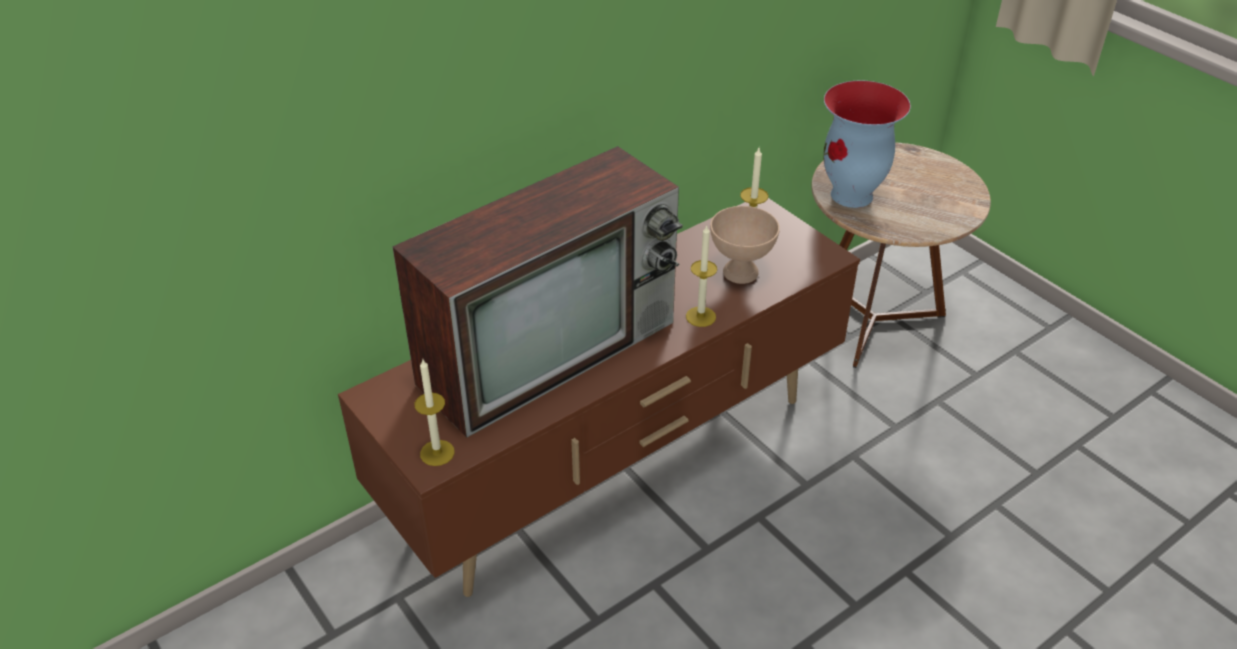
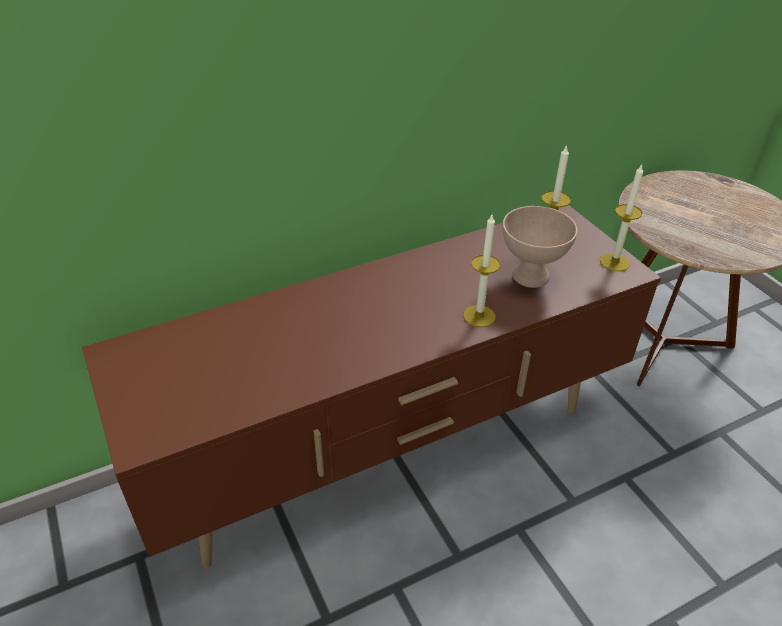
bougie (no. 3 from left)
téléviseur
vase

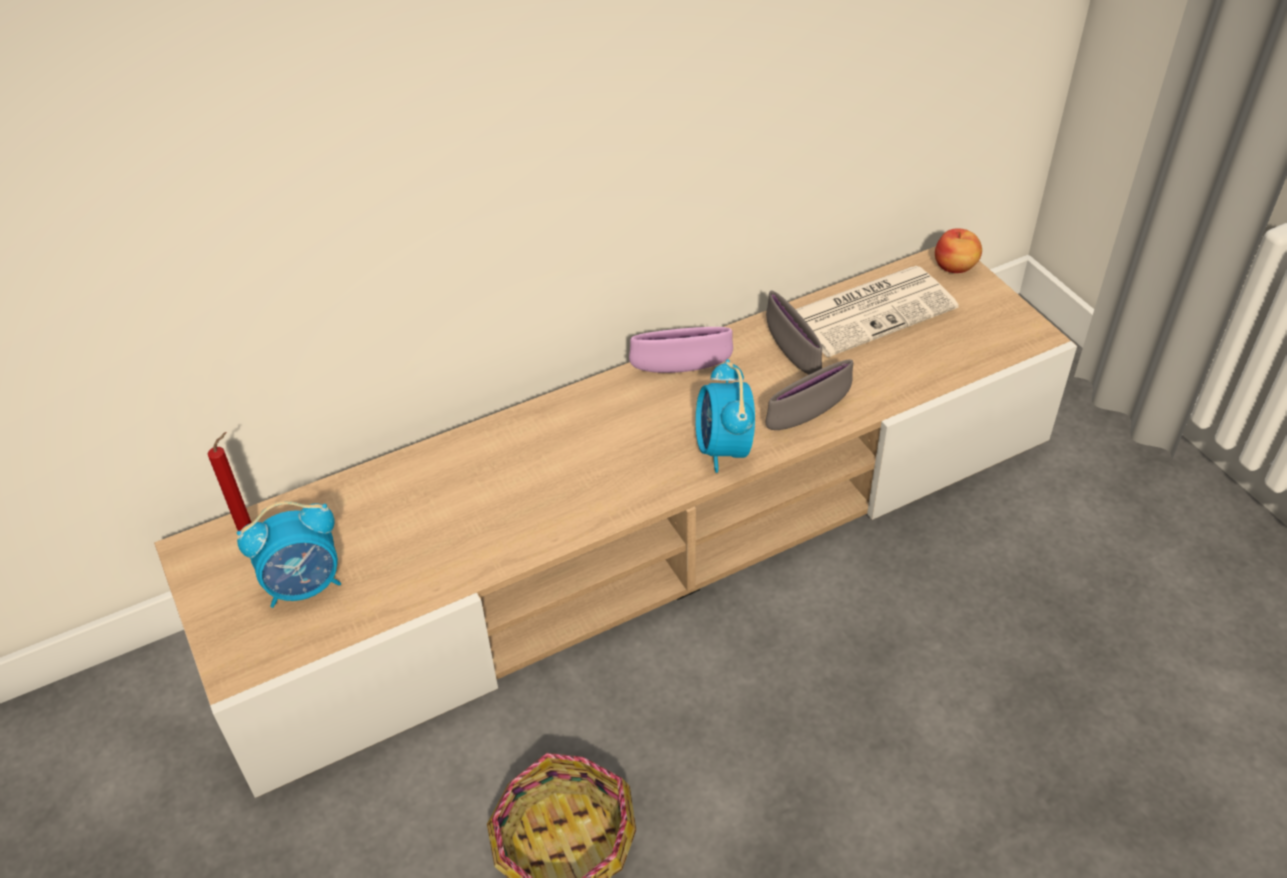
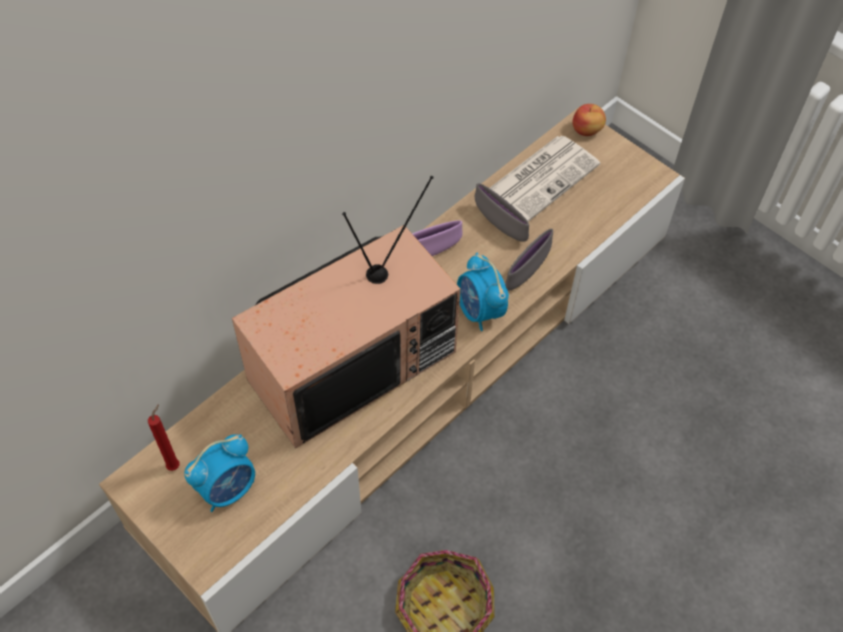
téléviseur

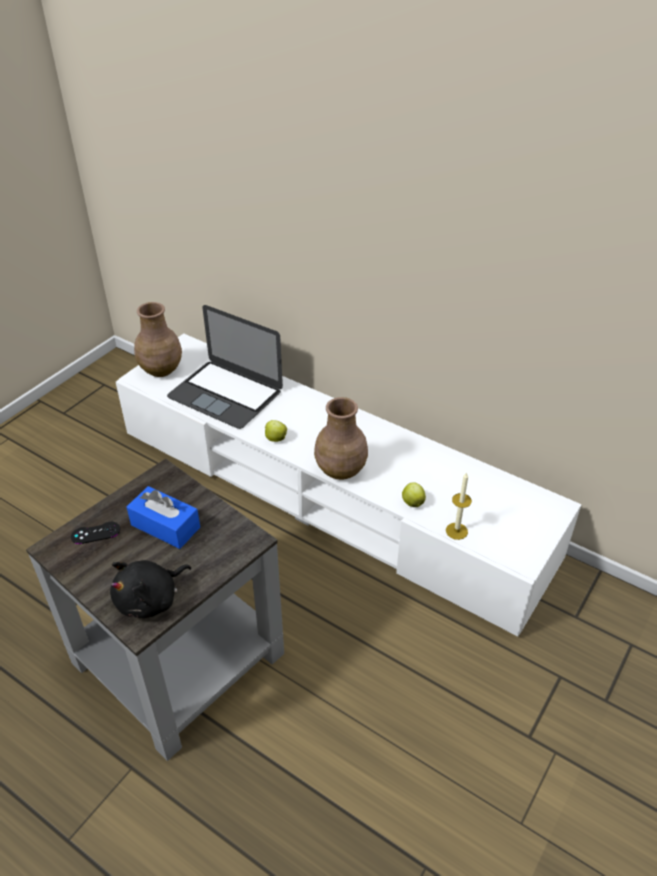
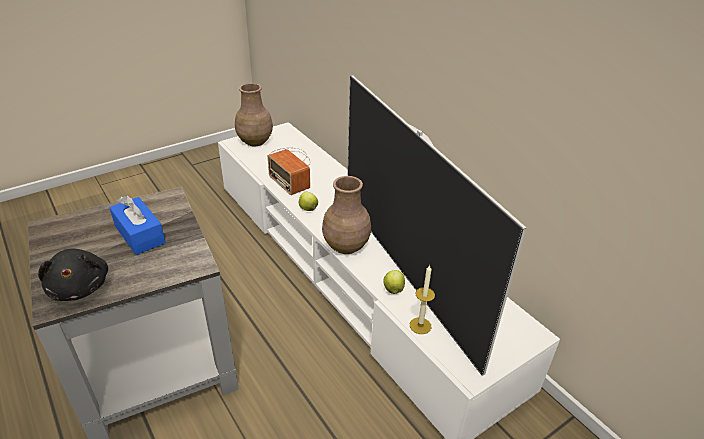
peluche (noir)
radio
téléviseur
manette (noir)

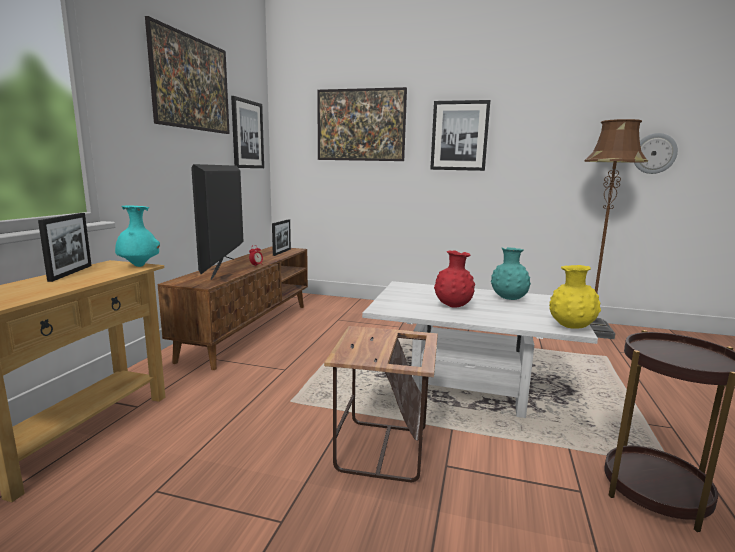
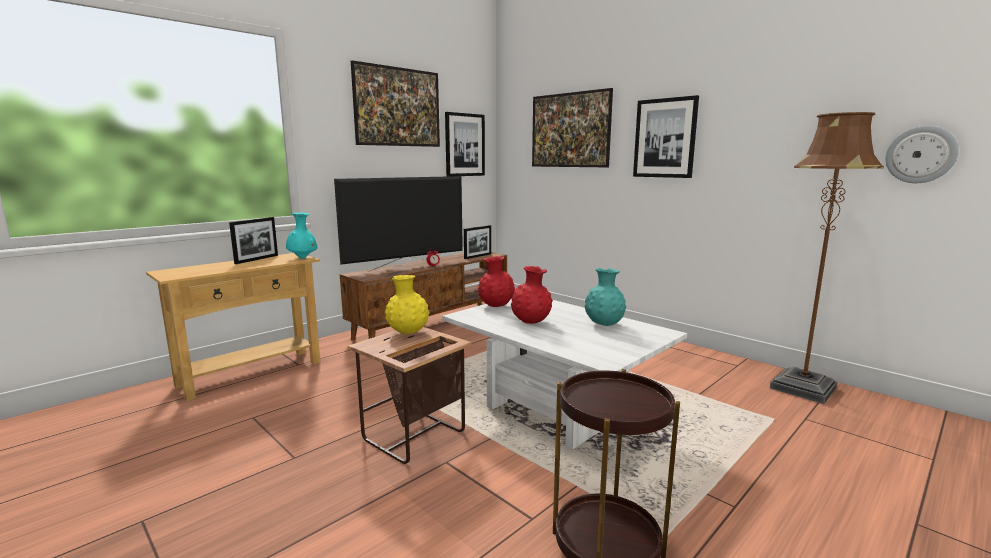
téléviseur
vase (jaune)
vase (rouge) (no. 1 from left)

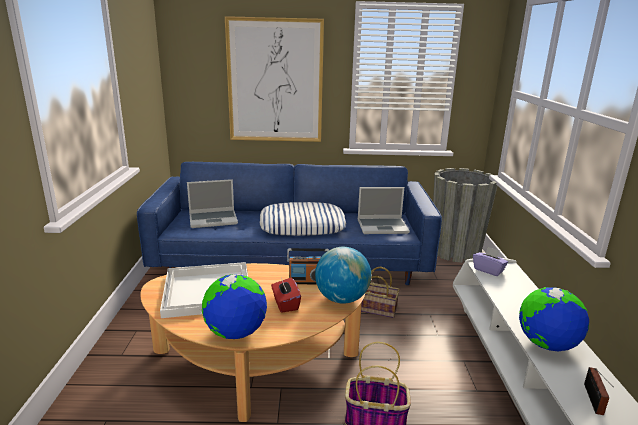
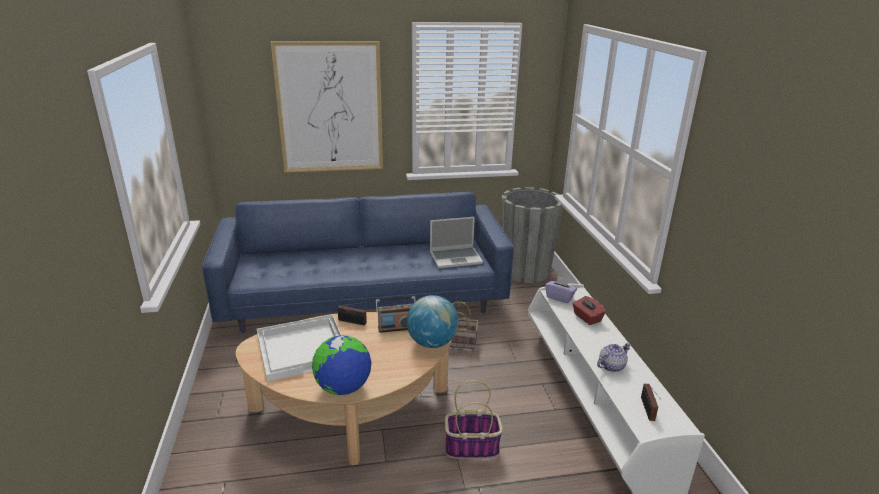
radio (no. 1 from left)
boîte à mouchoirs (rouge)
théière
ordinateur portable (no. 1 from left in the first image)
coussin

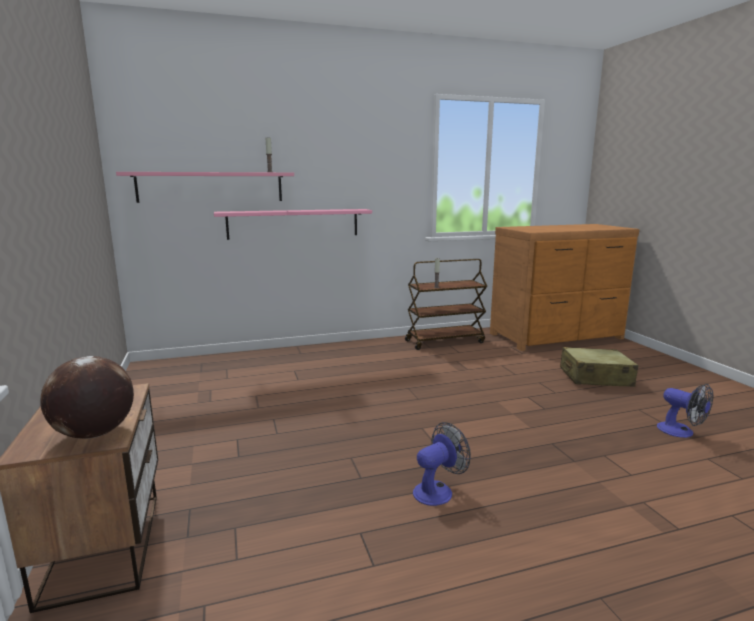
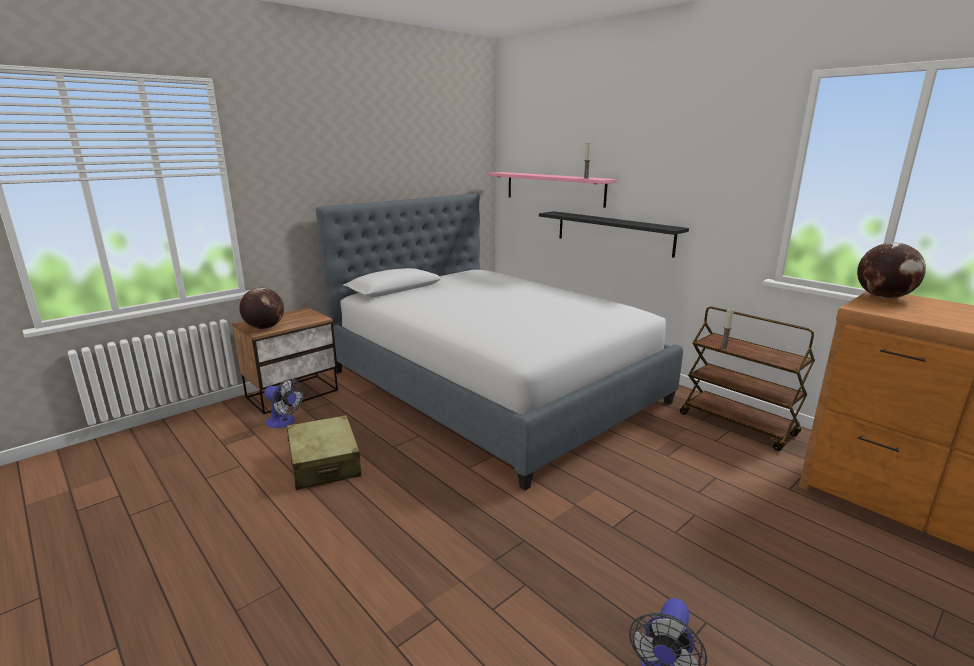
ventilateur (no. 1 from left)
valise (beige)
lit
étagère (noir)
globe (no. 2 from left)

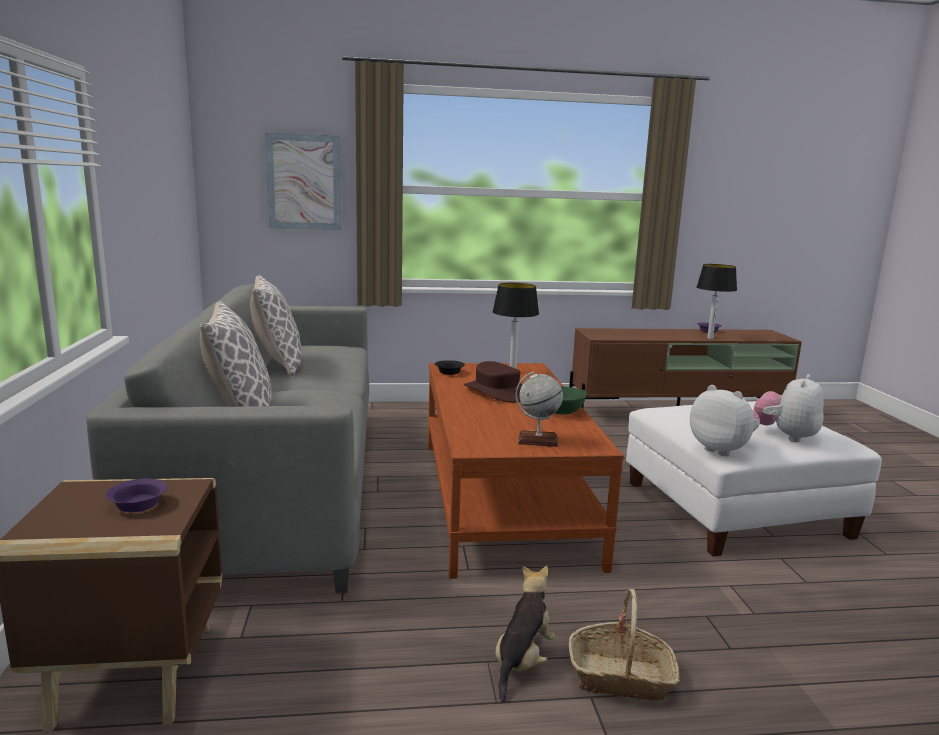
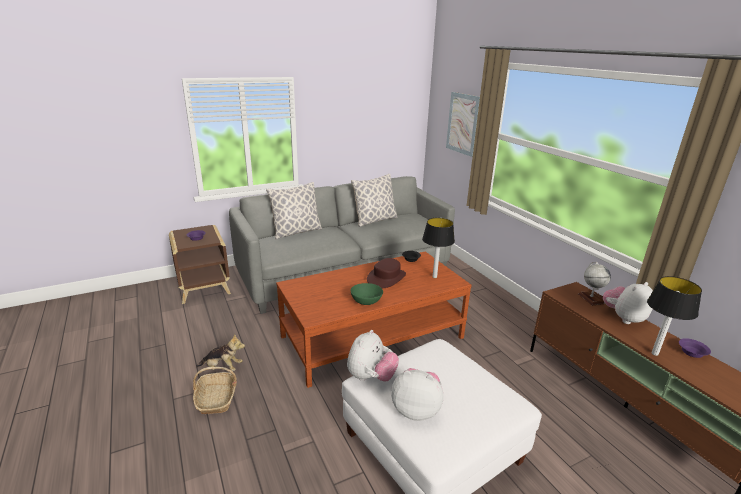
globe
peluche (no. 4 from left)

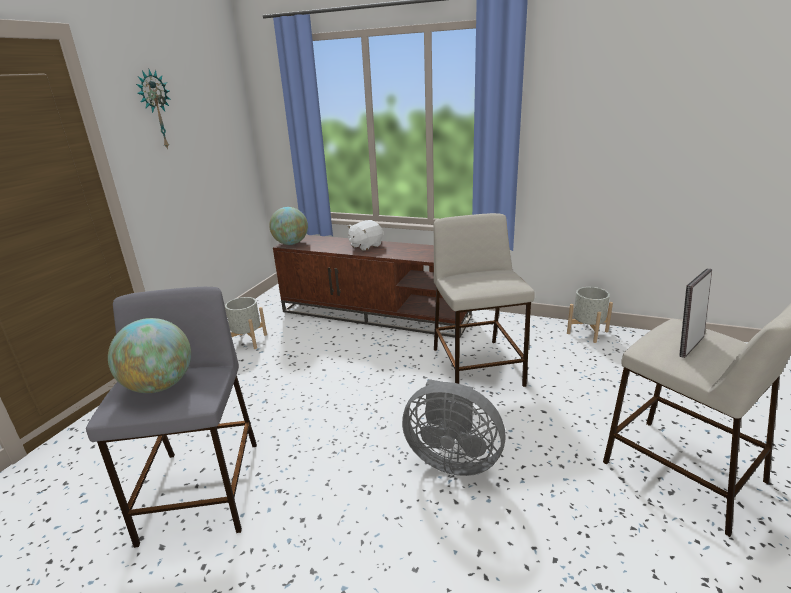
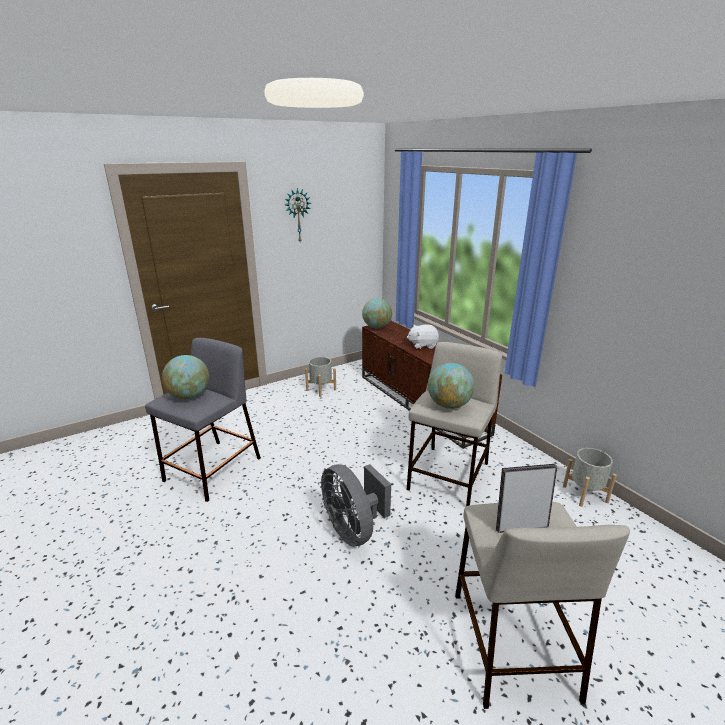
globe (no. 3 from left)

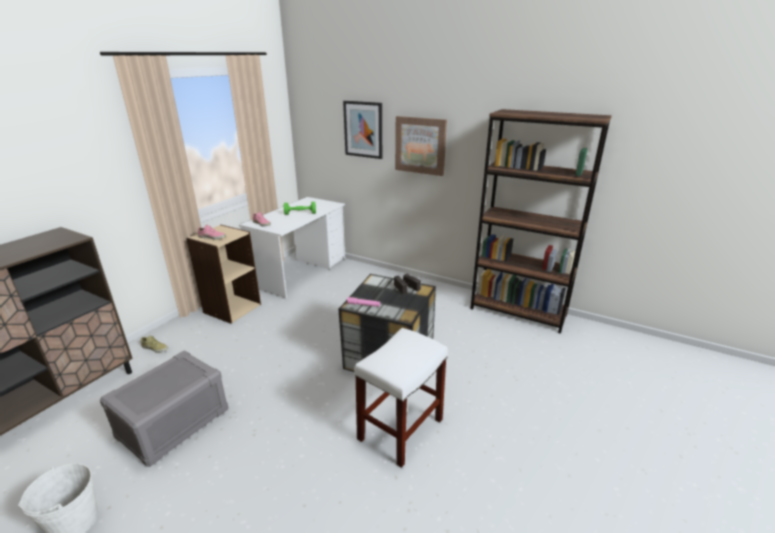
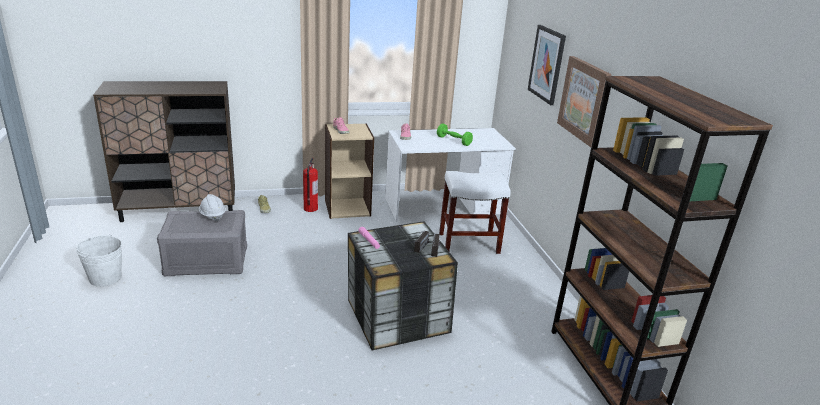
casque de chantier (blanc)
extincteur
tabouret (blanc)

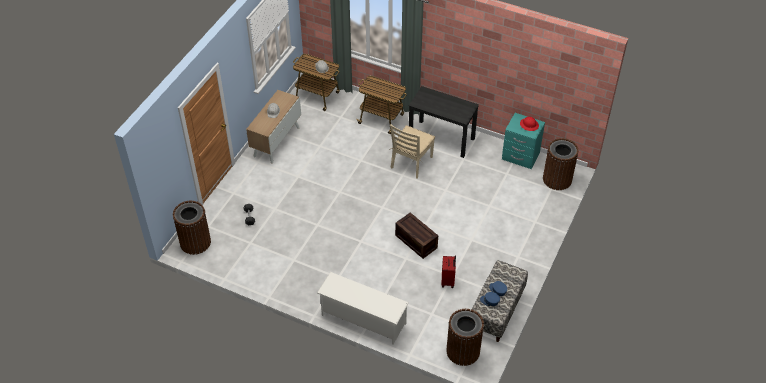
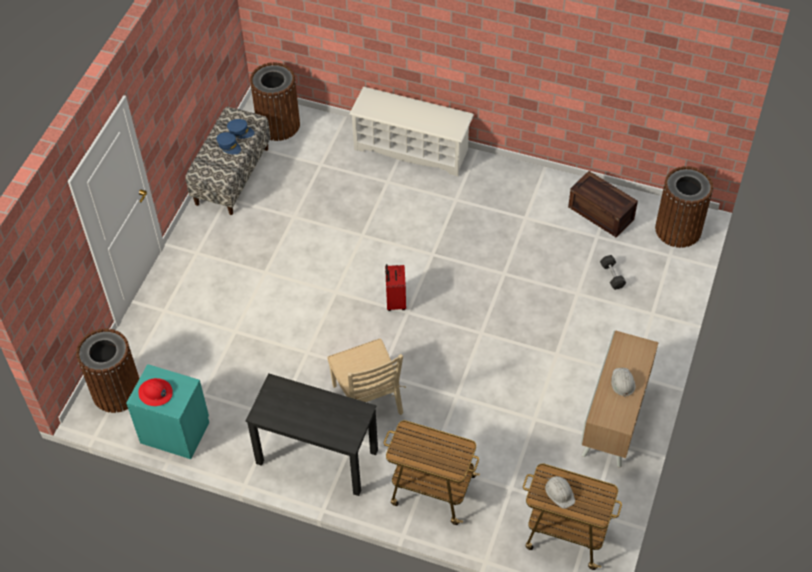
chaise (beige)
valise (rouge)
caisse

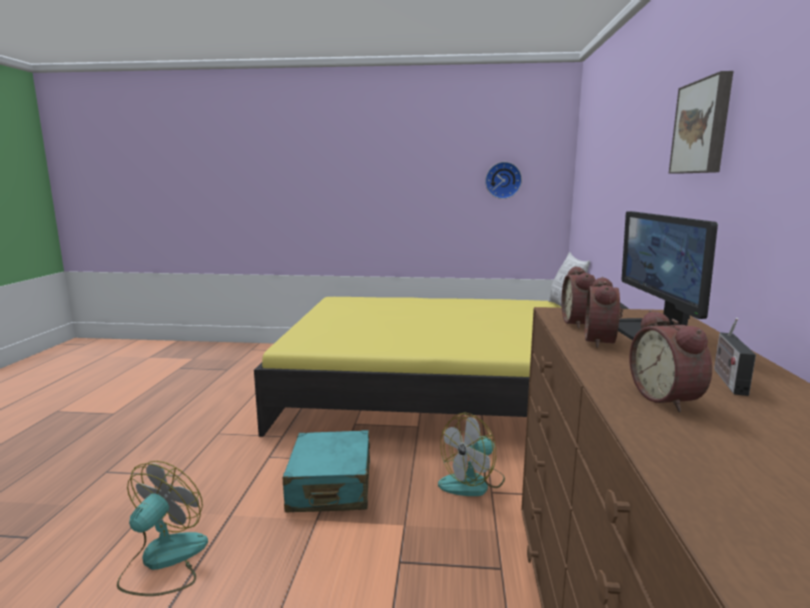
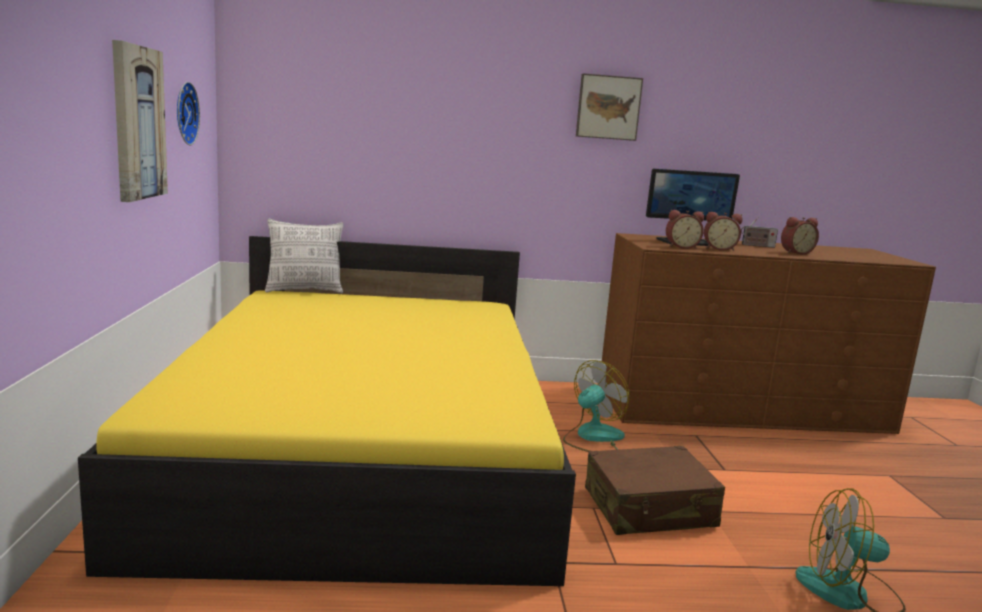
tableau (no. 1 from left)
ventilateur (no. 1 from left)
valise (marron)

